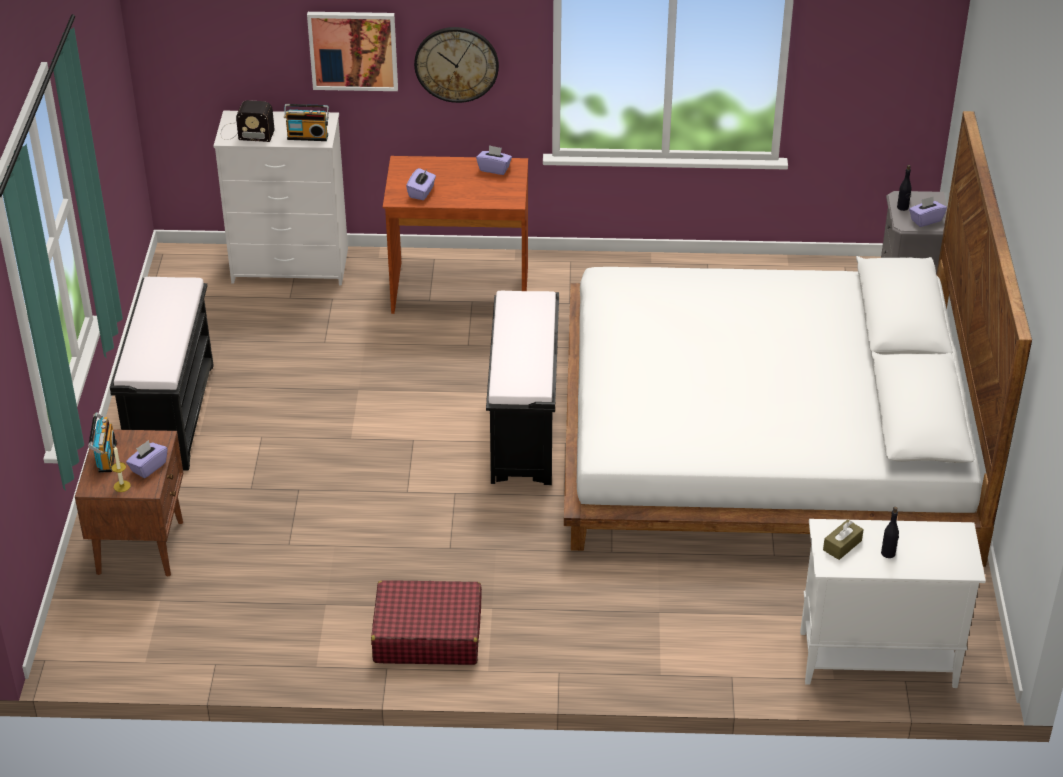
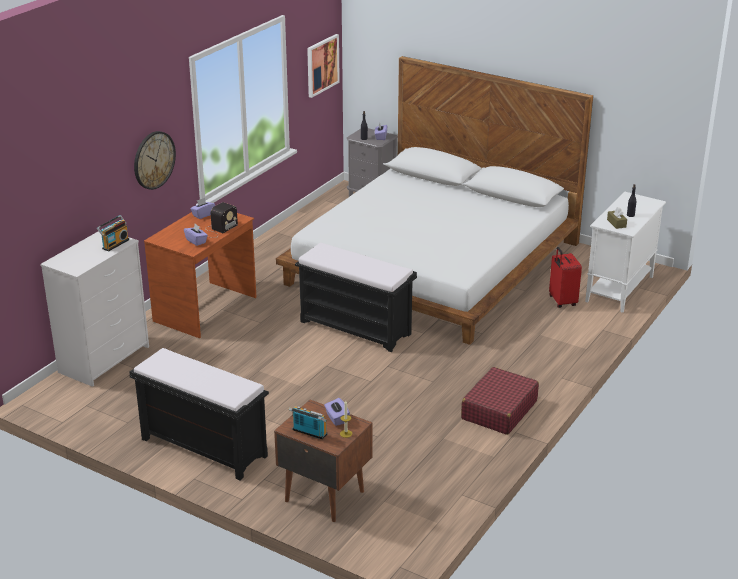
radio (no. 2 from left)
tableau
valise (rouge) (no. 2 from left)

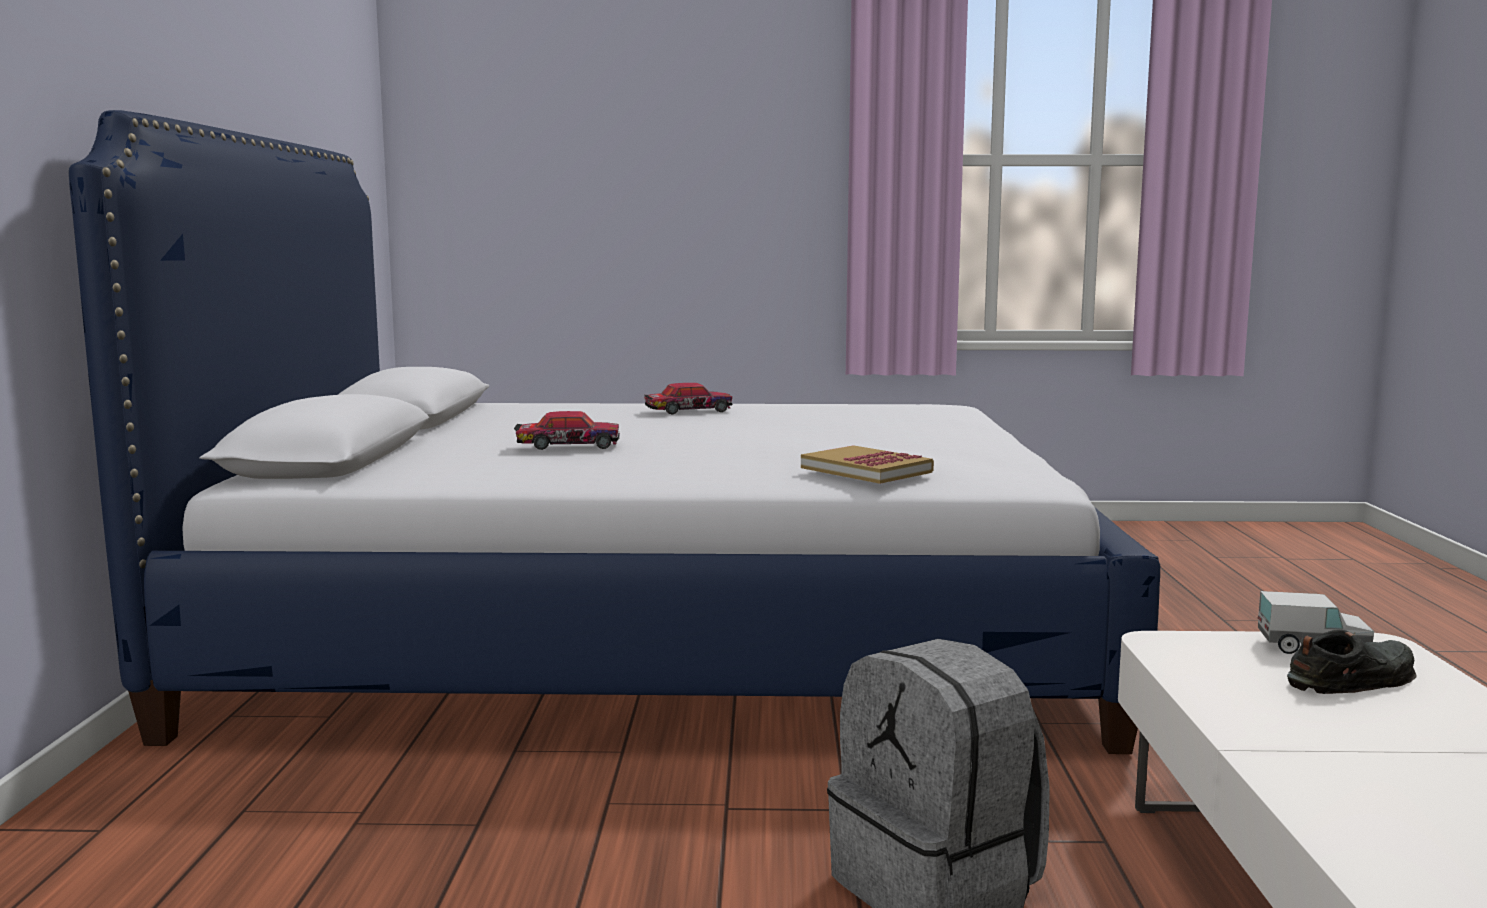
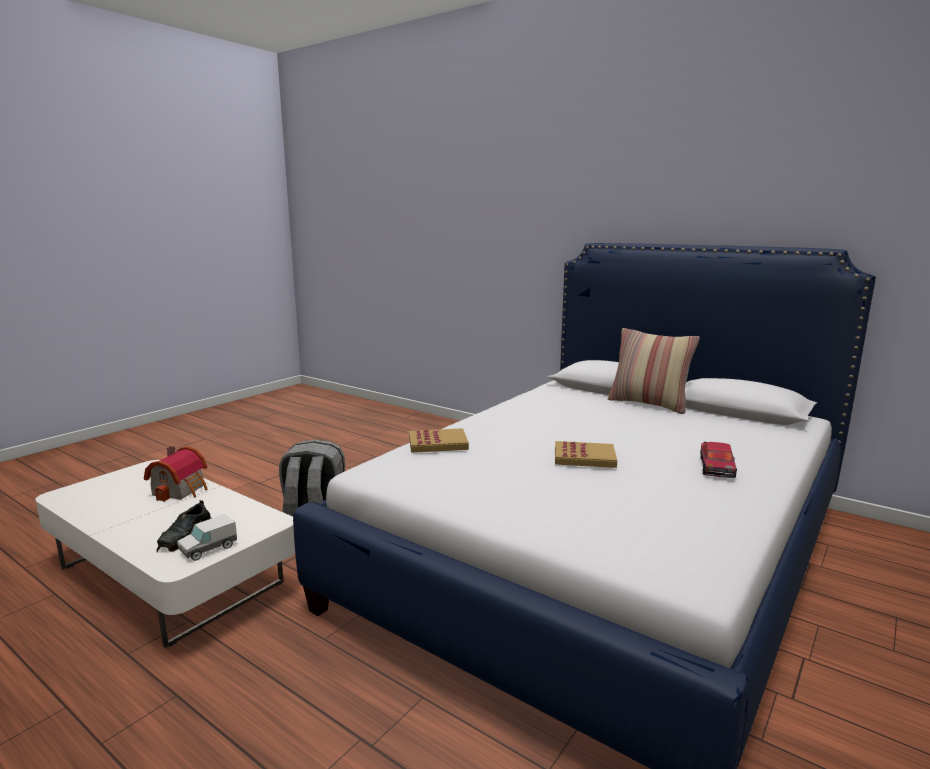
maison miniature
livre (no. 2 from left)
coussin
petite voiture (no. 1 from left in the first image)

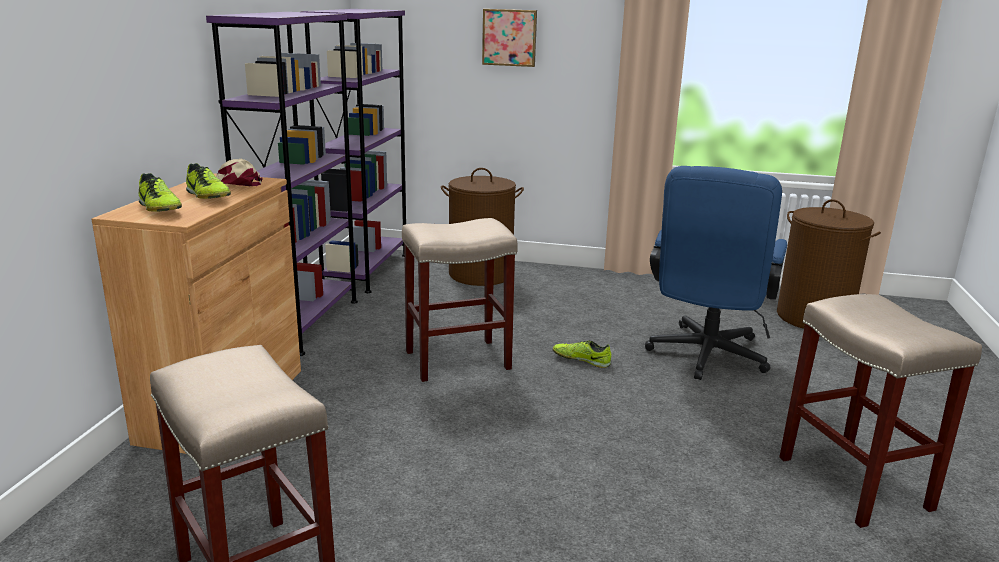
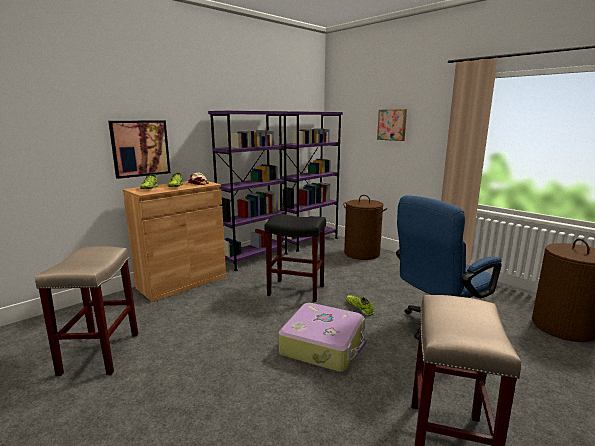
tableau (no. 1 from left)
tabouret (noir)
valise

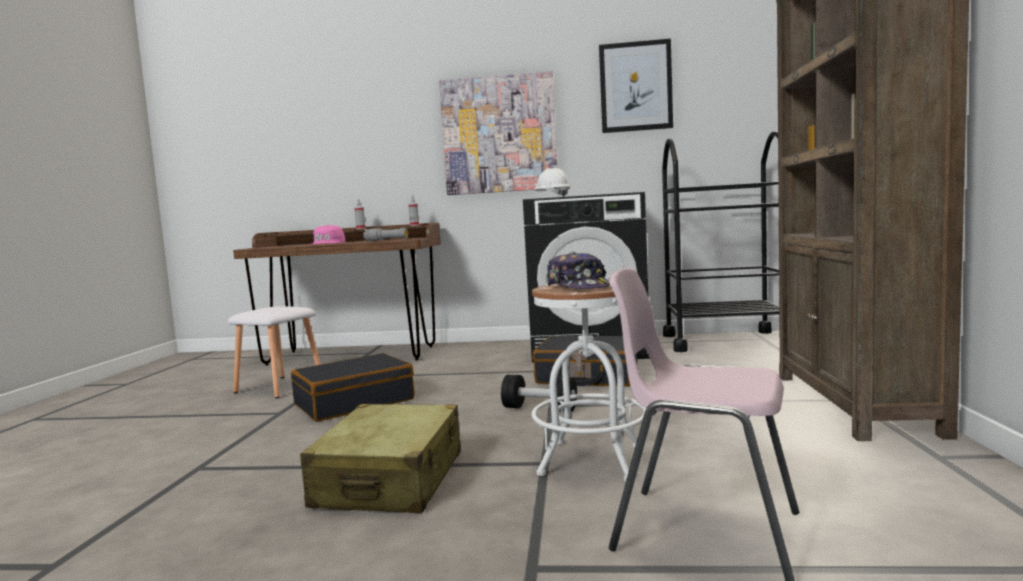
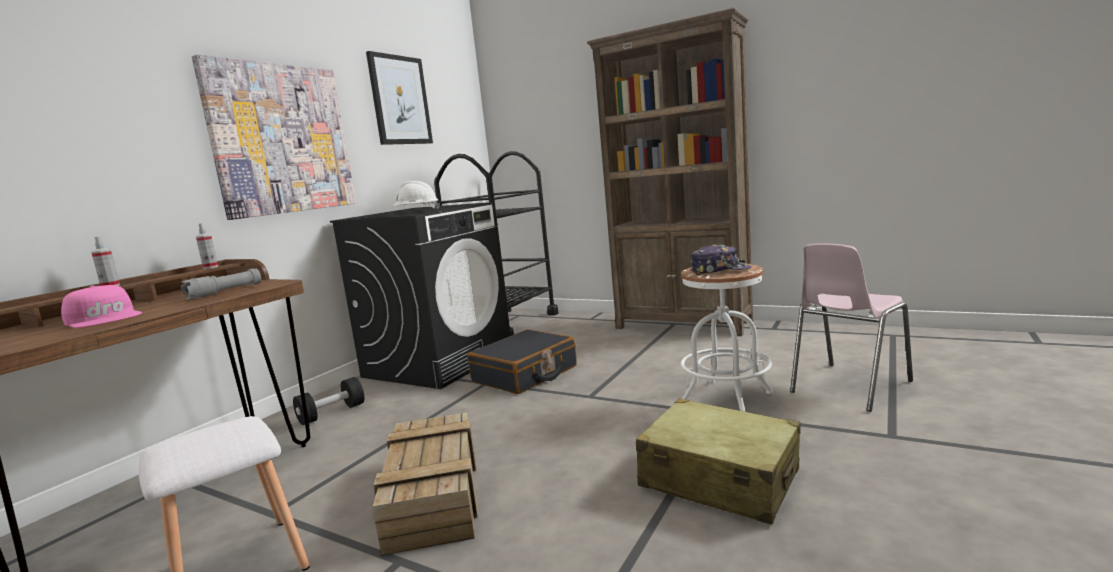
haltère (noir)
caisse

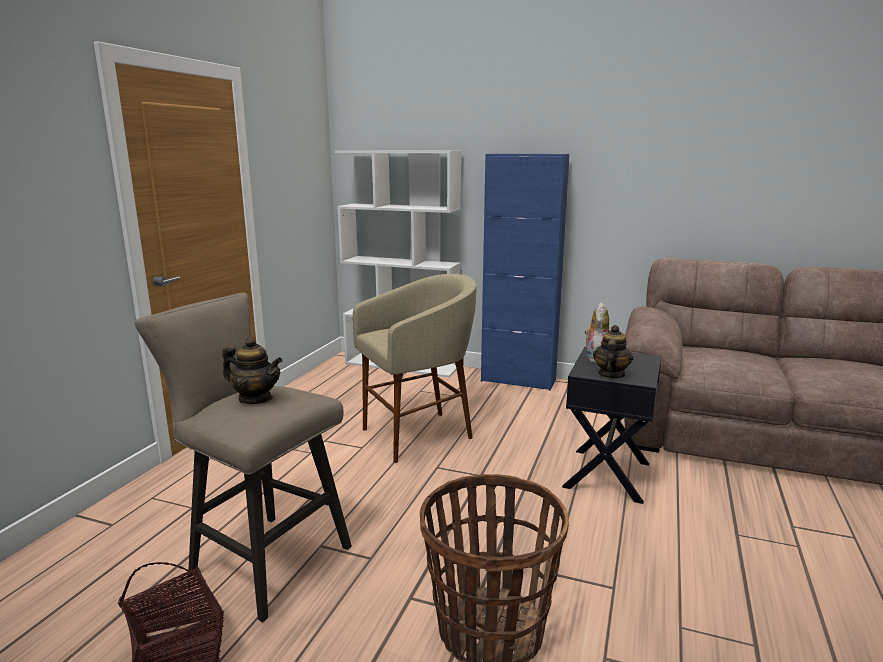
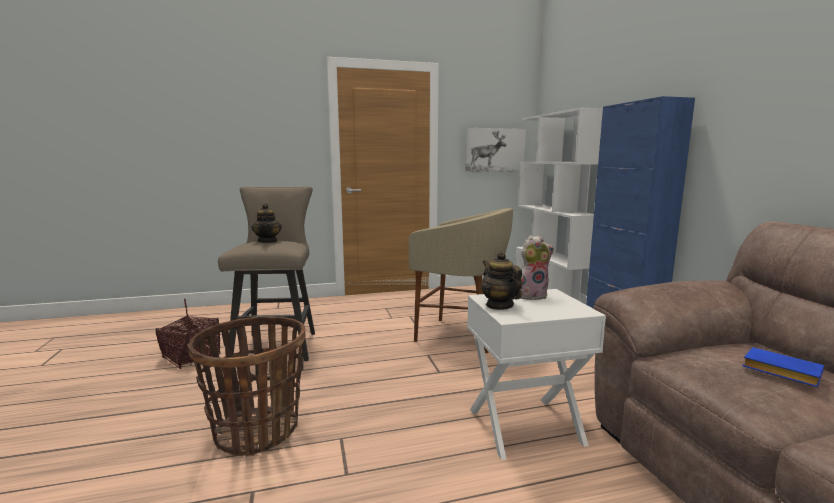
tableau
table d'appoint (blanc)
théière (no. 2 from left)
livre (bleu)

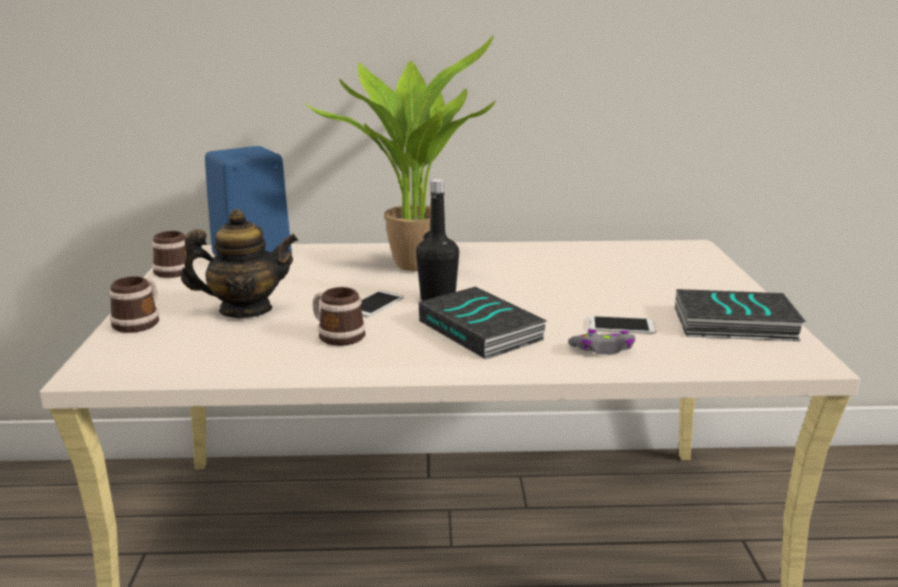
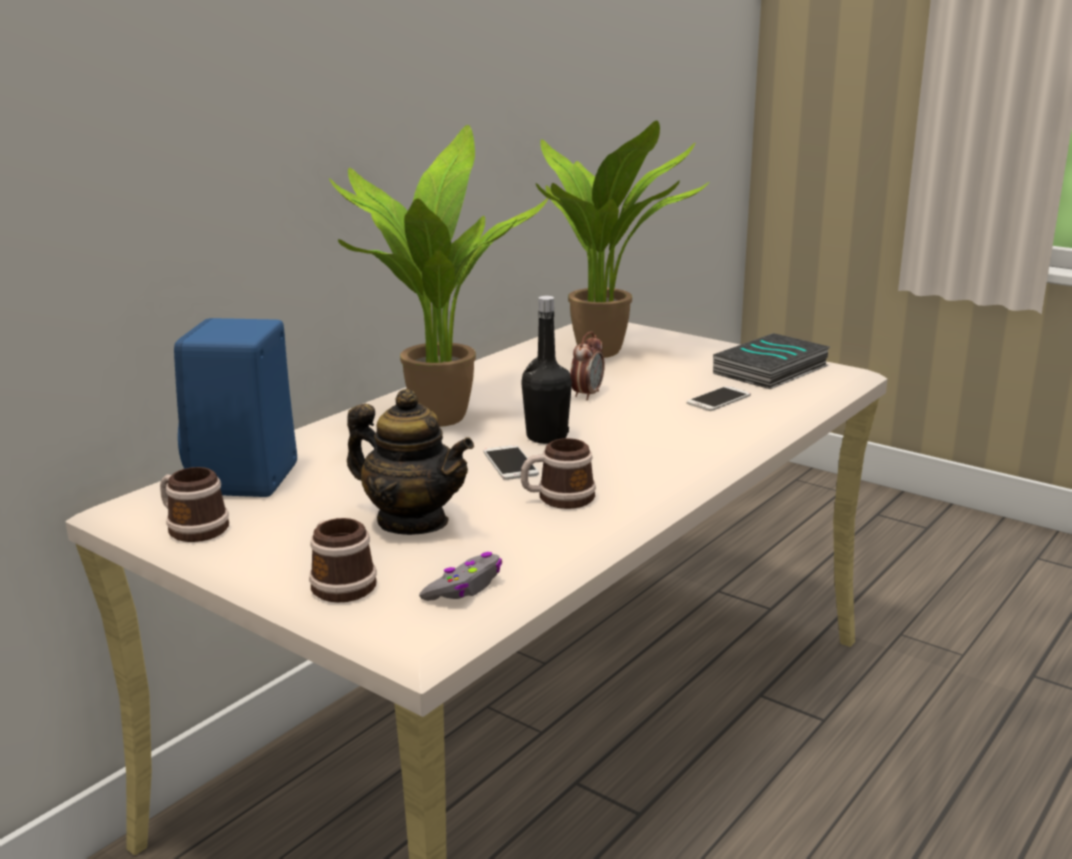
théière
manette (gris)
plante en pot (no. 2 from left)
réveil
livre (no. 1 from left in the first image)

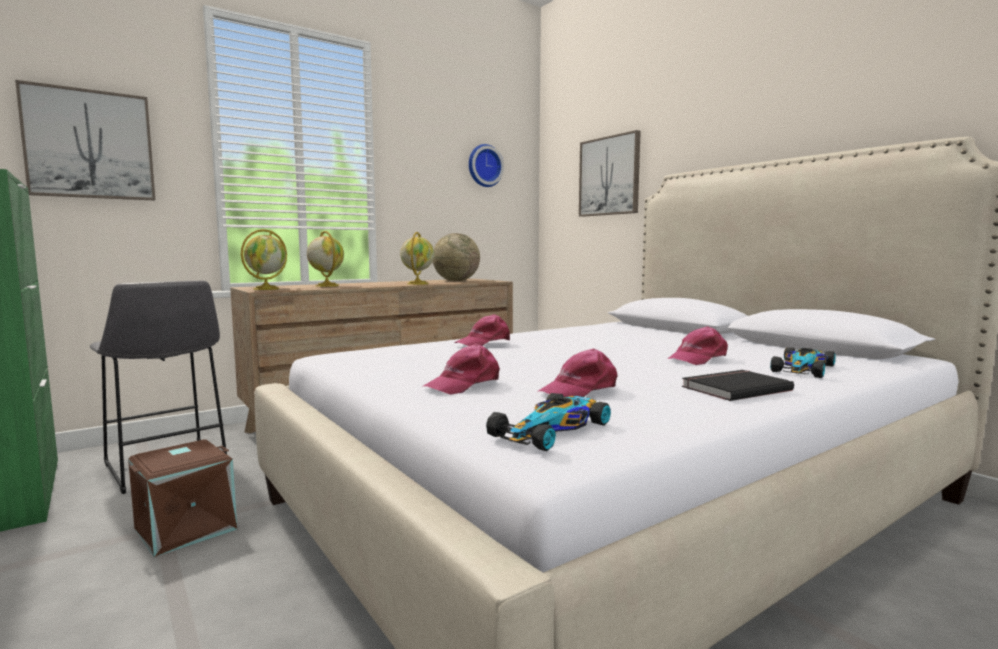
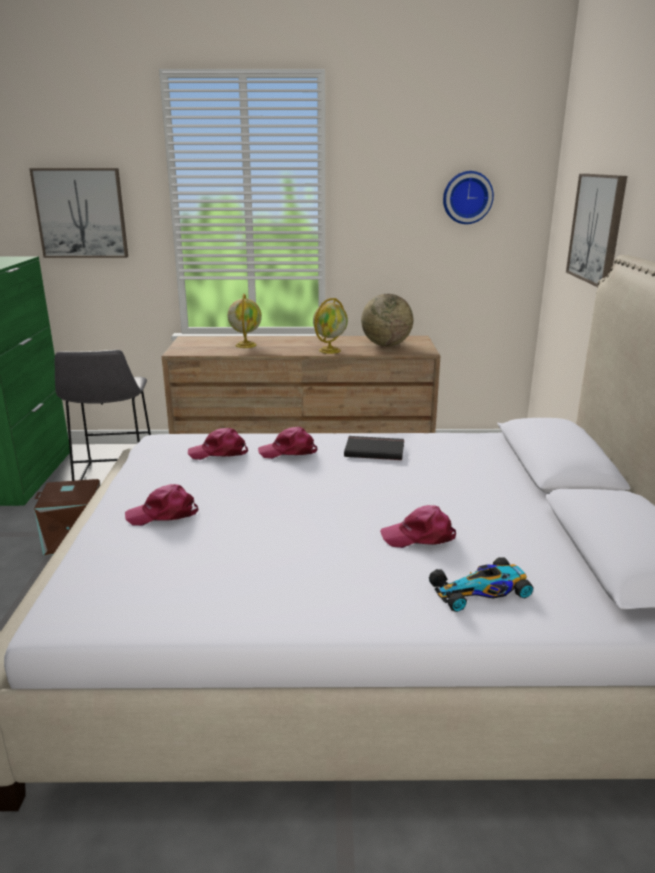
casquette (rose) (no. 2 from left)
livre (noir)
globe (no. 1 from left in the first image)
petite voiture (no. 1 from left in the first image)

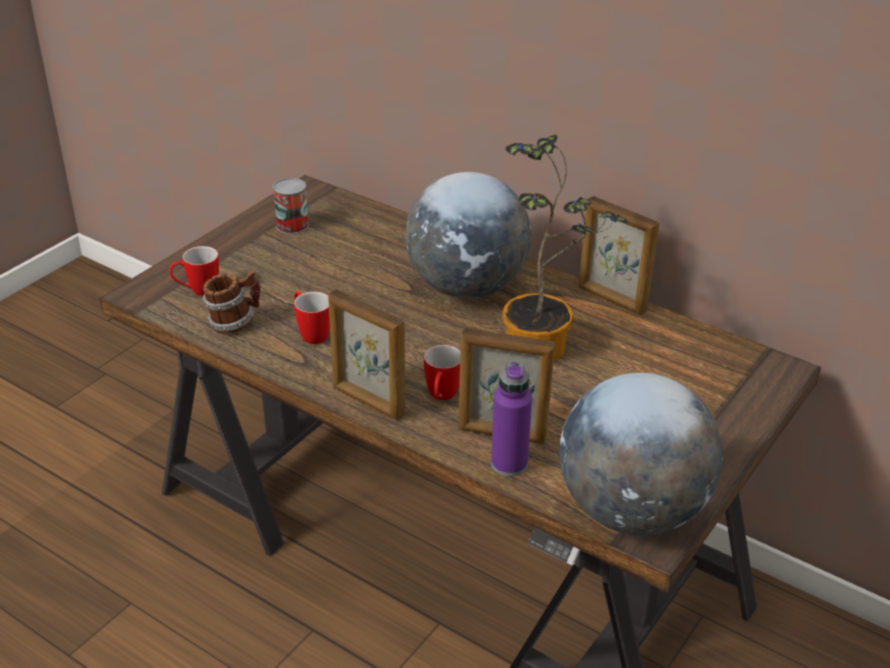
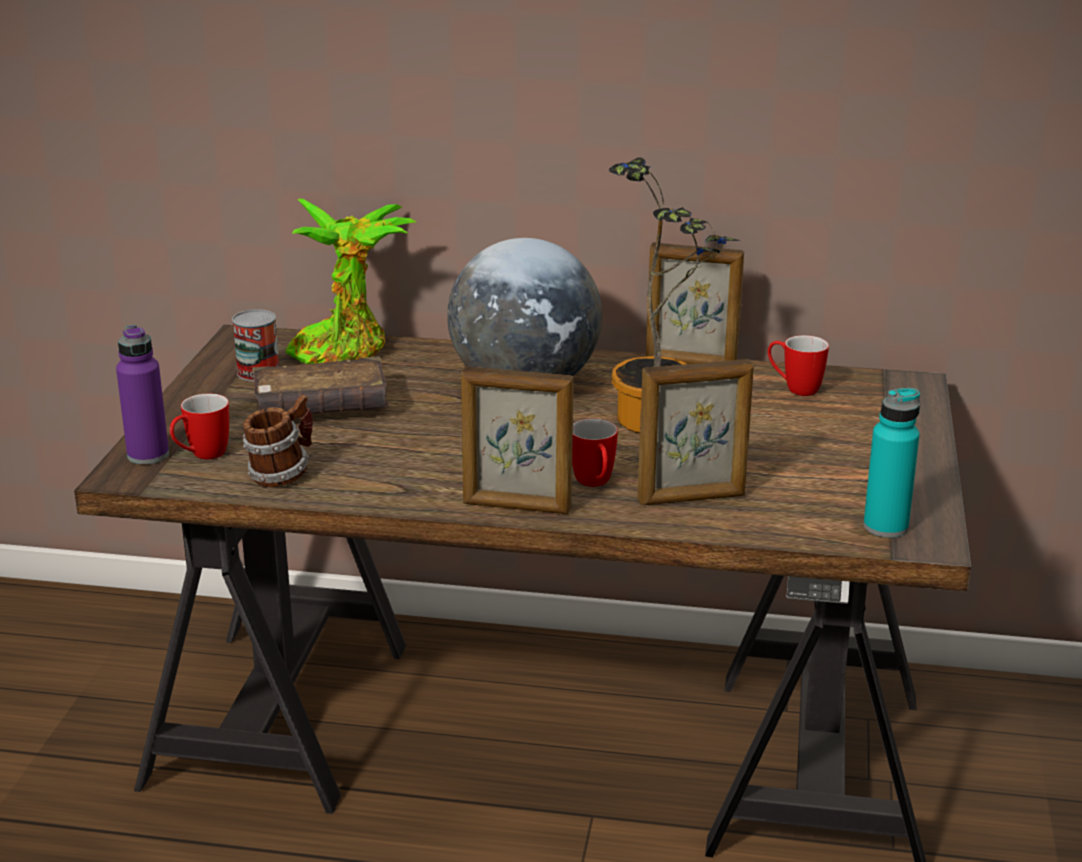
bouteille (violet)
livre (marron)
plante en pot (no. 1 from left)
mug (no. 4 from left)
bouteille (turquoise)

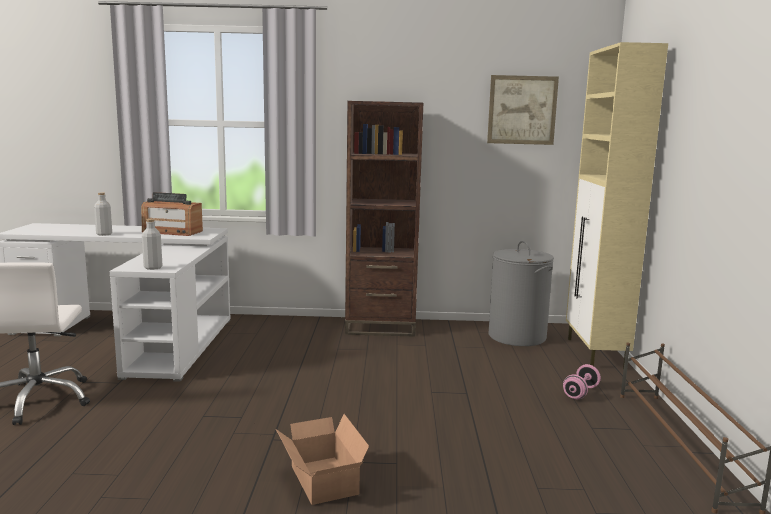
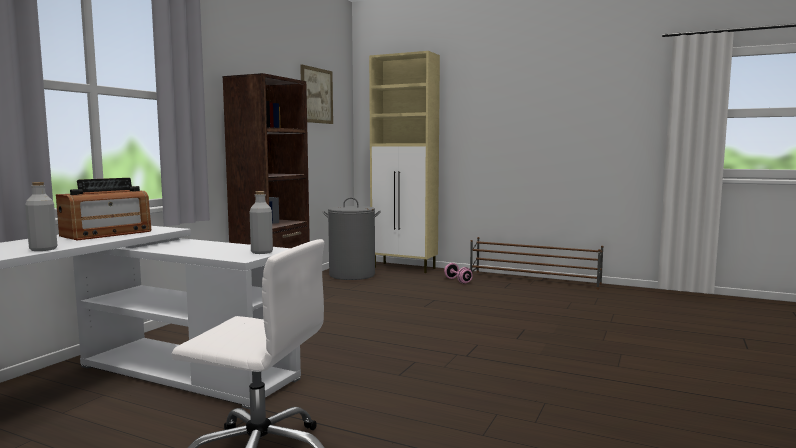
carton

